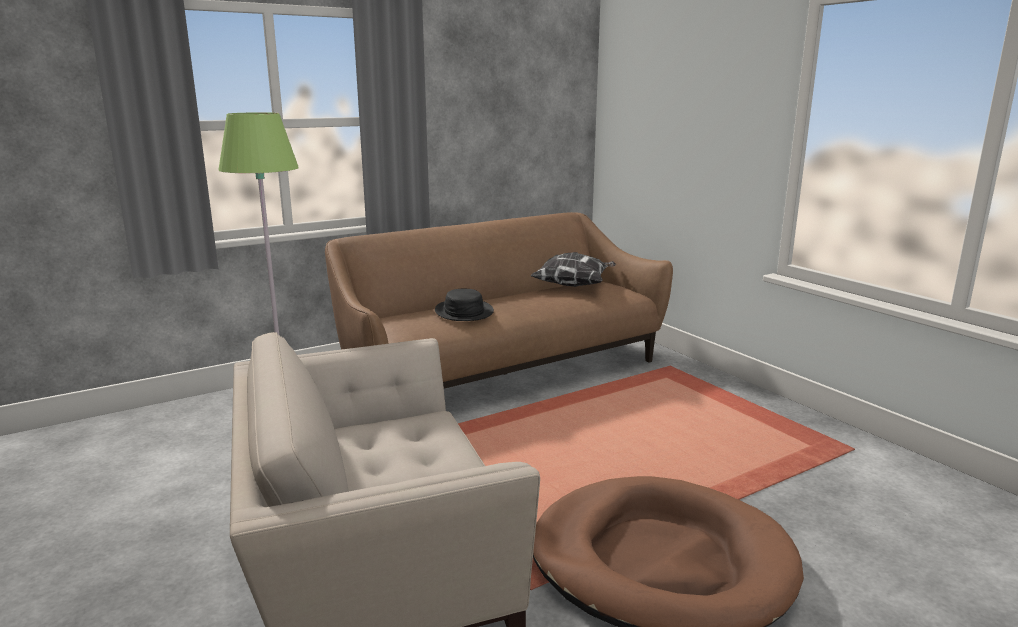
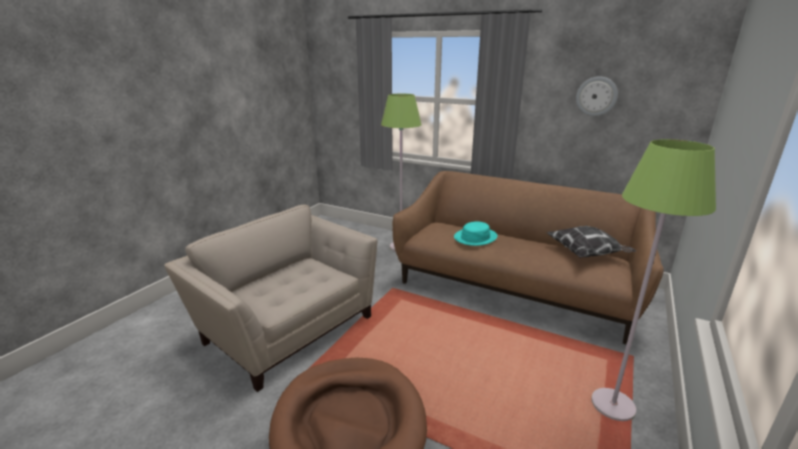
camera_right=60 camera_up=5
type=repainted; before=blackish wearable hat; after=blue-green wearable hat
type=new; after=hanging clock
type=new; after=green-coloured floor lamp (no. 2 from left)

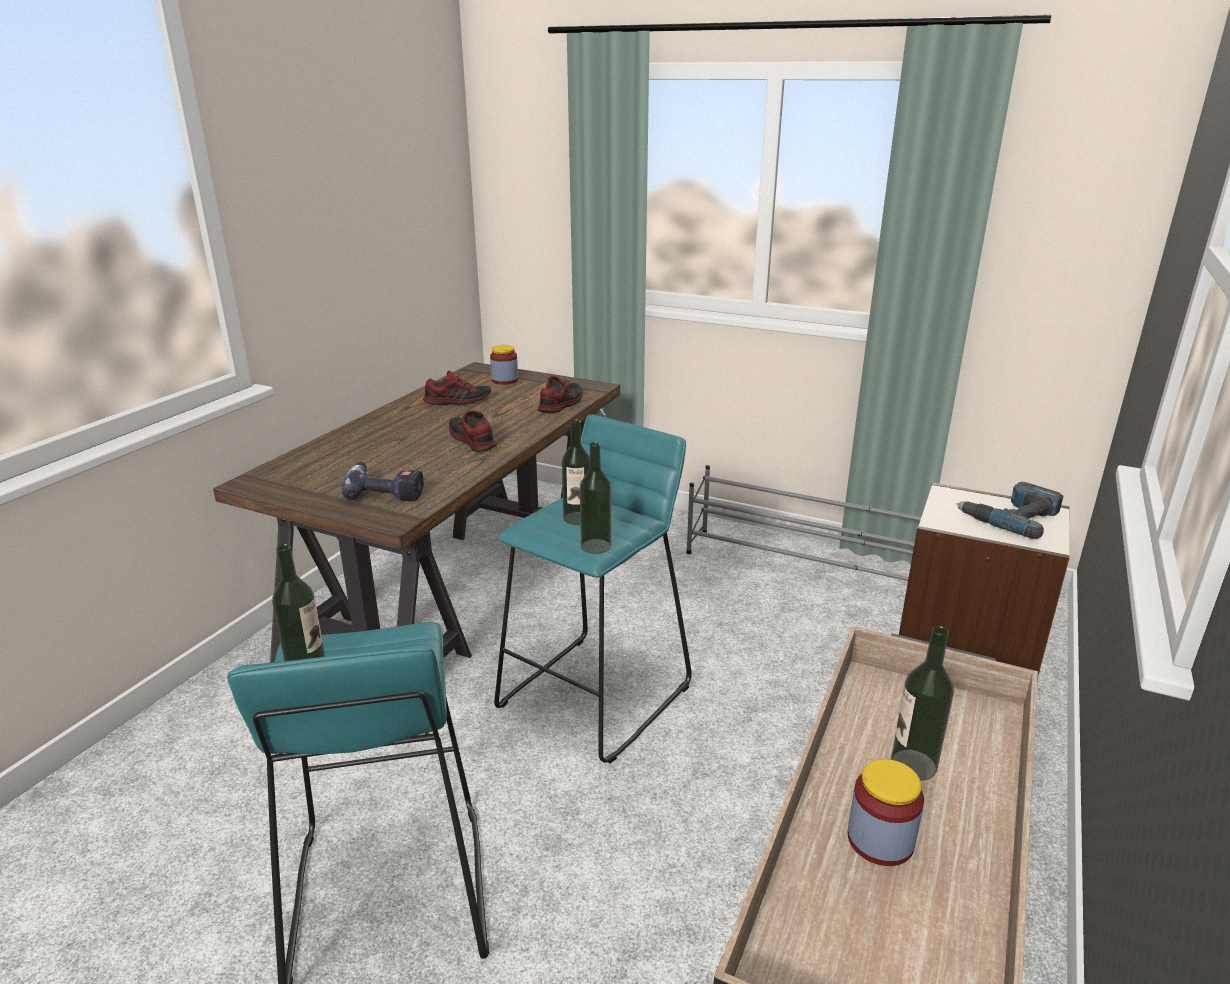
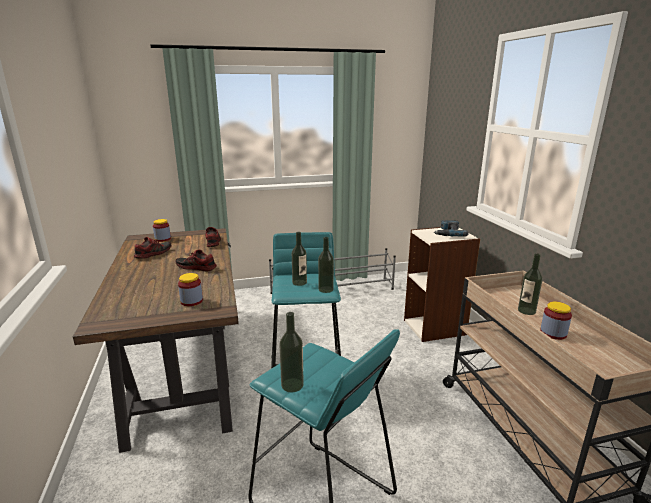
camera_right=-40 camera_up=-5
type=swapped; before=electric drill (no. 1 from left); after=storage jar (no. 2 from left)

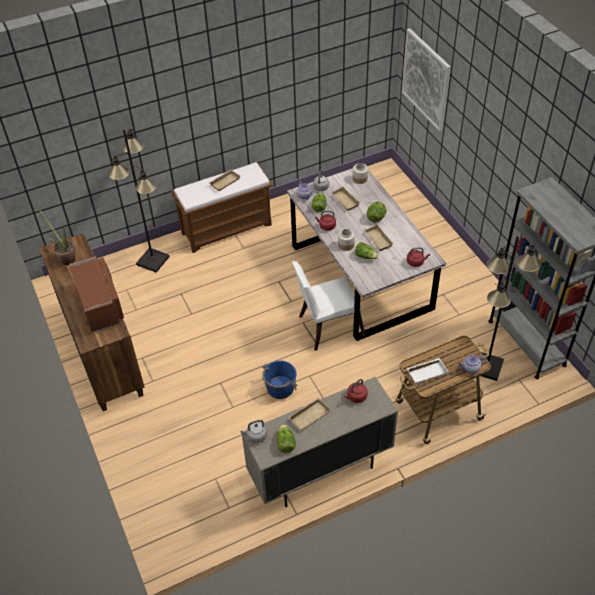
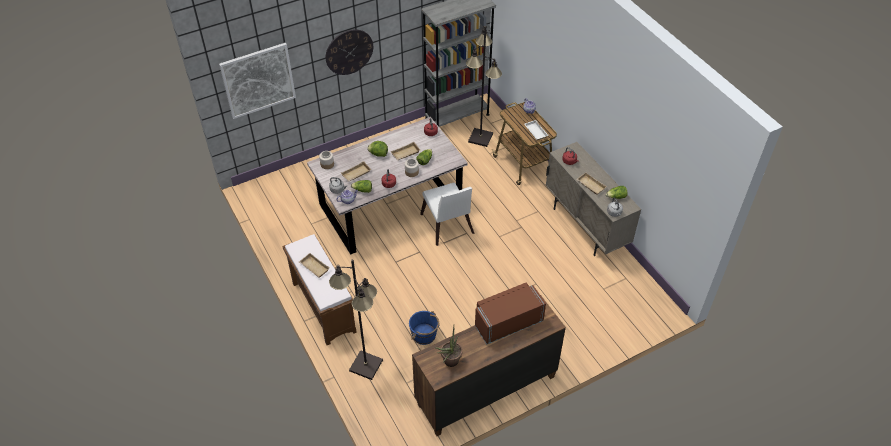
camera_right=-95 camera_up=0
type=shifted; before=blue-coloured bucket
type=new; after=hanging clock

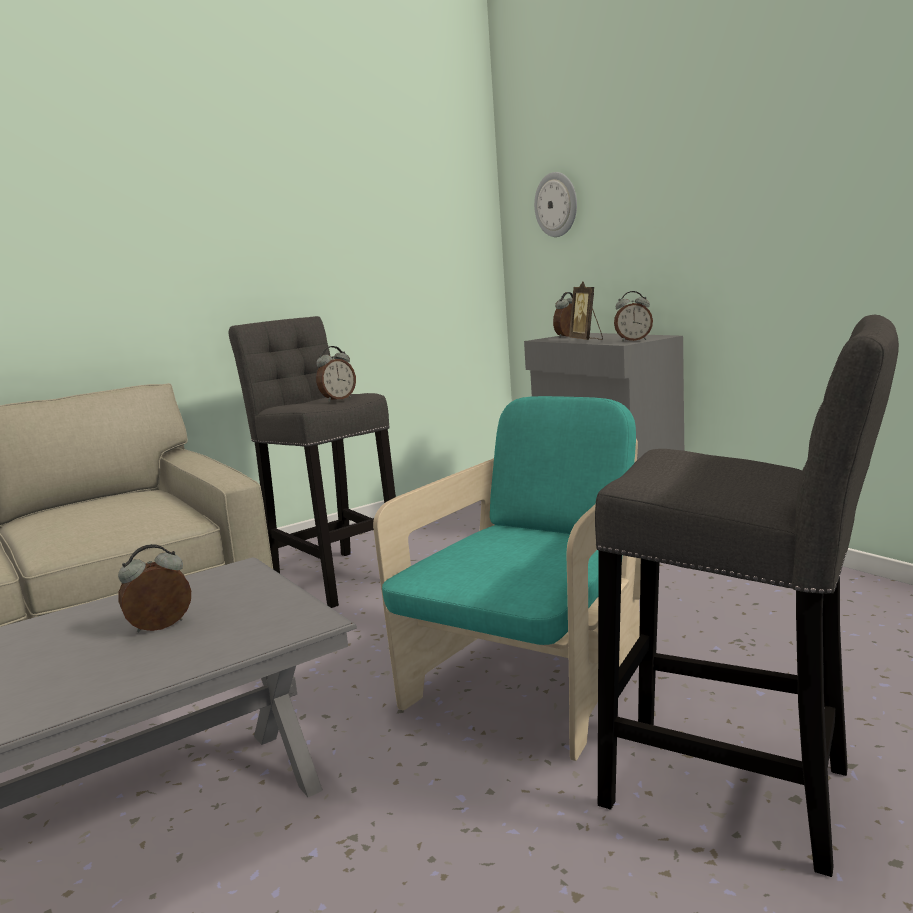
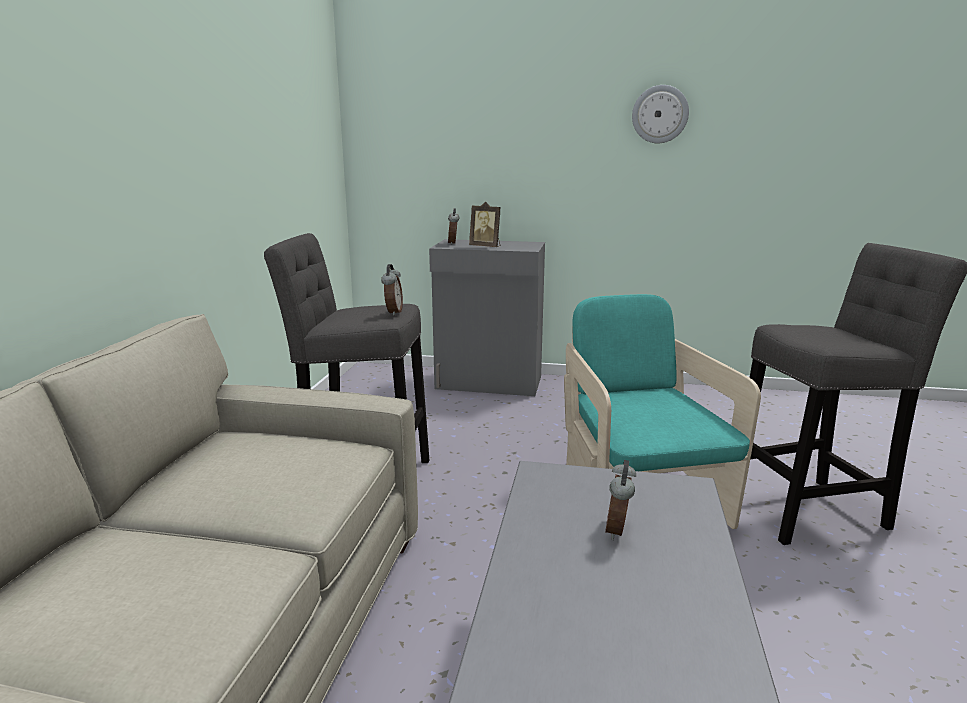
camera_right=-45 camera_up=5
type=shifted; before=hanging clock
type=gone; before=alarm clock (no. 4 from left)

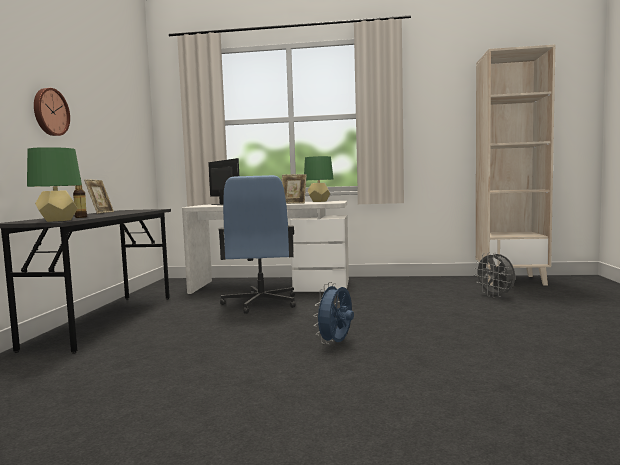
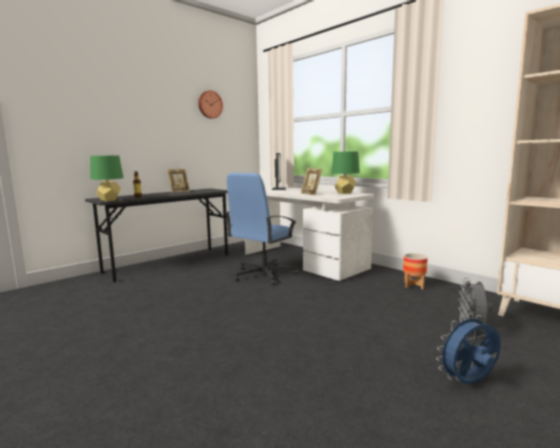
camera_right=40 camera_up=5
type=shifted; before=hanging clock
type=shifted; before=blue-coloured electric fan
type=new; after=plant pot

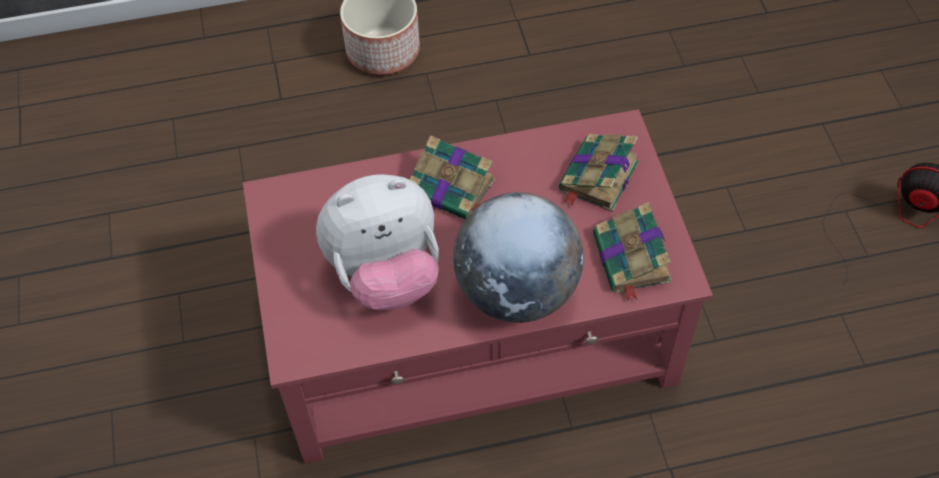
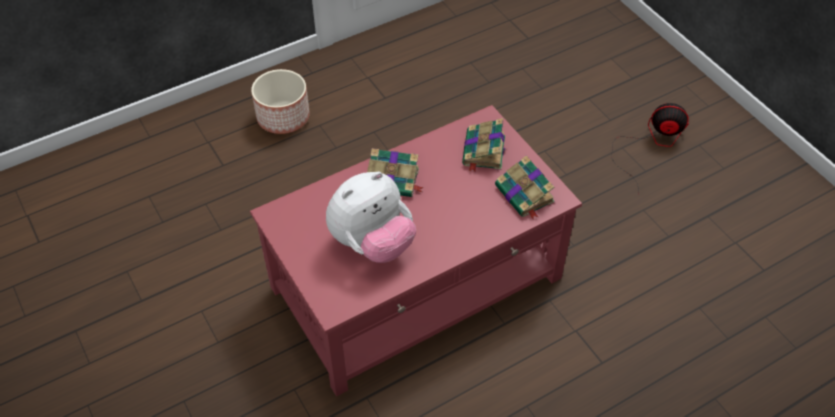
camera_right=-20 camera_up=-5
type=gone; before=globe

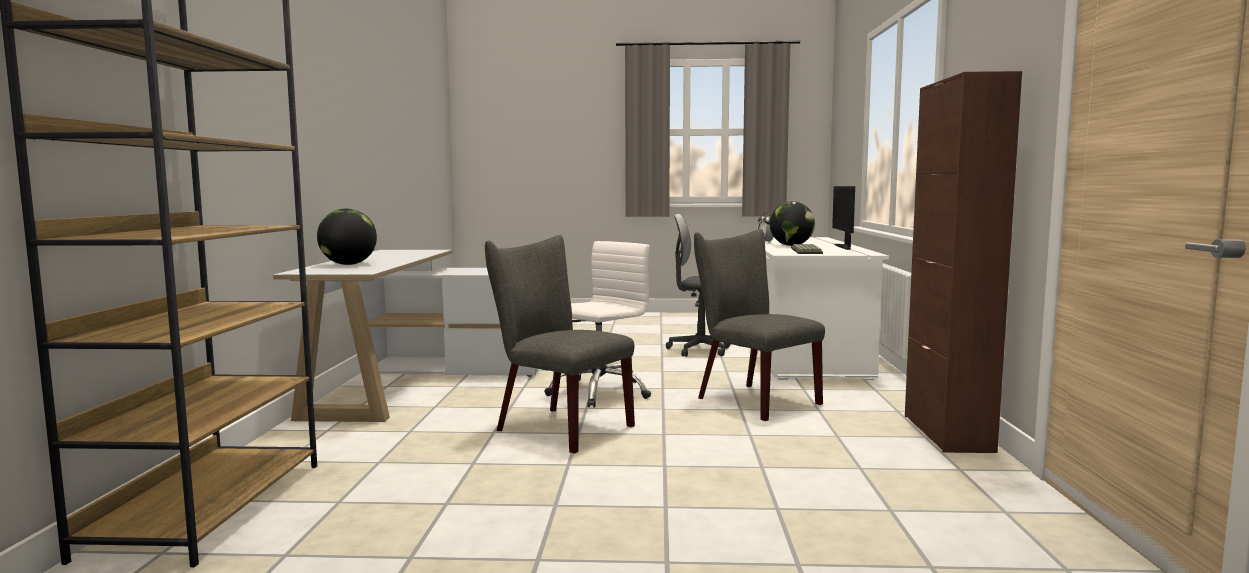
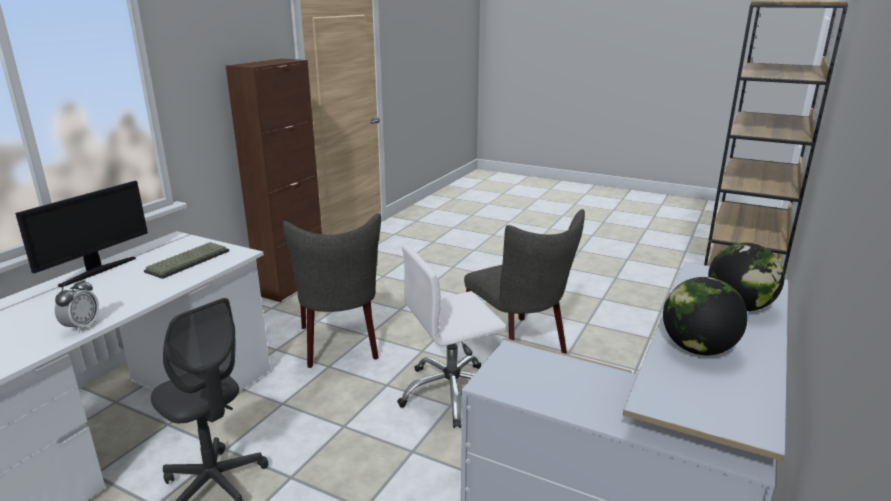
camera_right=-155 camera_up=15
type=shifted; before=globe (no. 2 from left in the first image); after=globe (no. 1 from left)

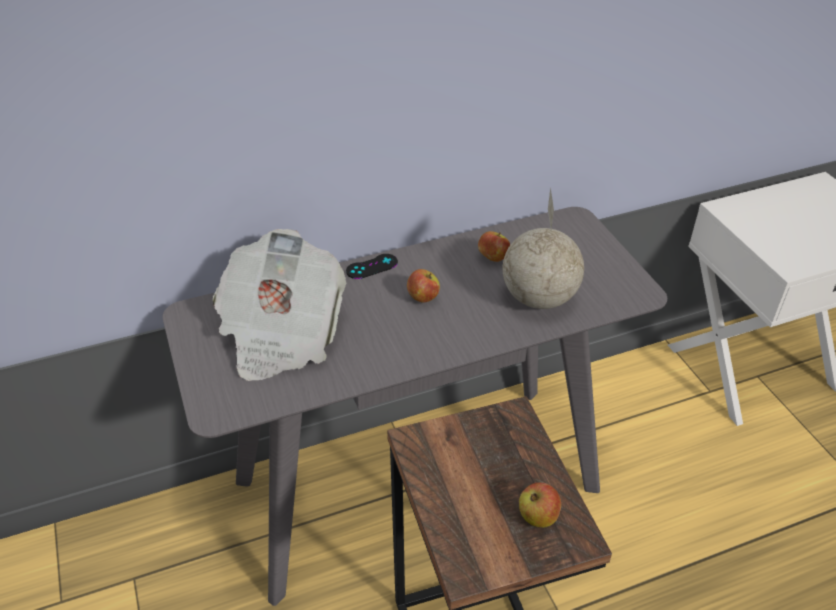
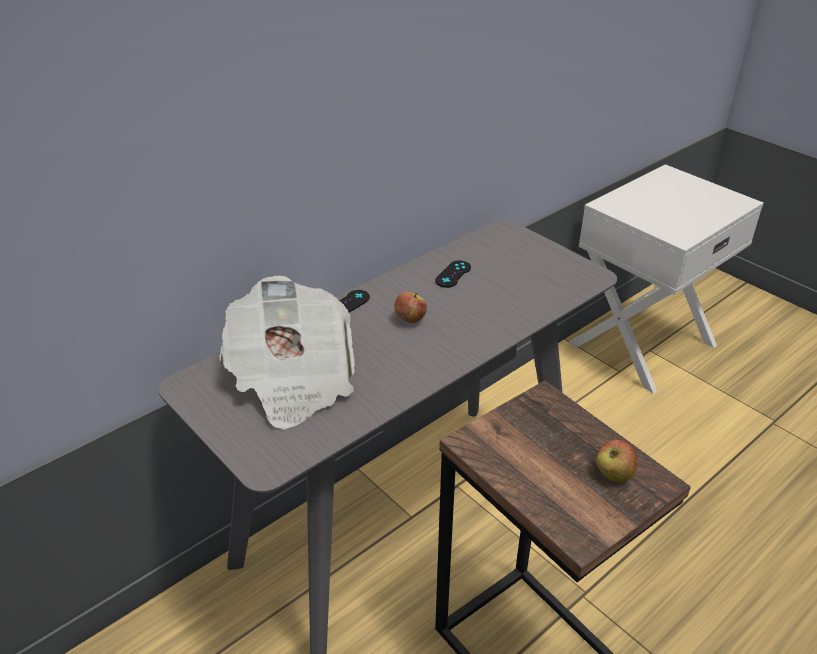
camera_right=-20 camera_up=-5
type=swapped; before=apple (no. 2 from left); after=blackish joypad (no. 2 from left)
type=gone; before=globe

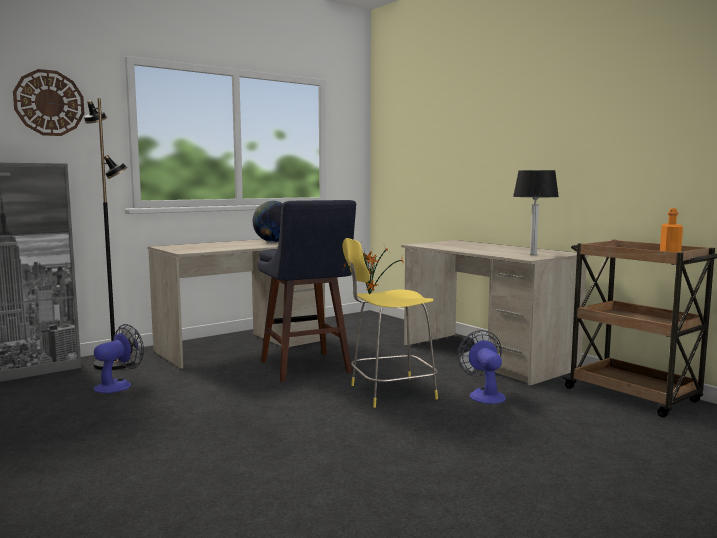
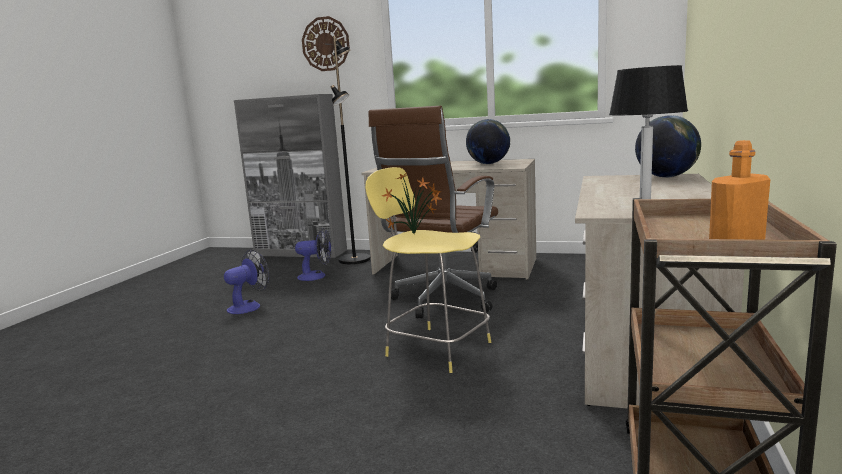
camera_right=55 camera_up=5
type=swapped; before=blue-coloured stool seat; after=brown computer chair
type=shifted; before=electric fan (no. 2 from left in the first image); after=electric fan (no. 1 from left)
type=new; after=globe (no. 2 from left)

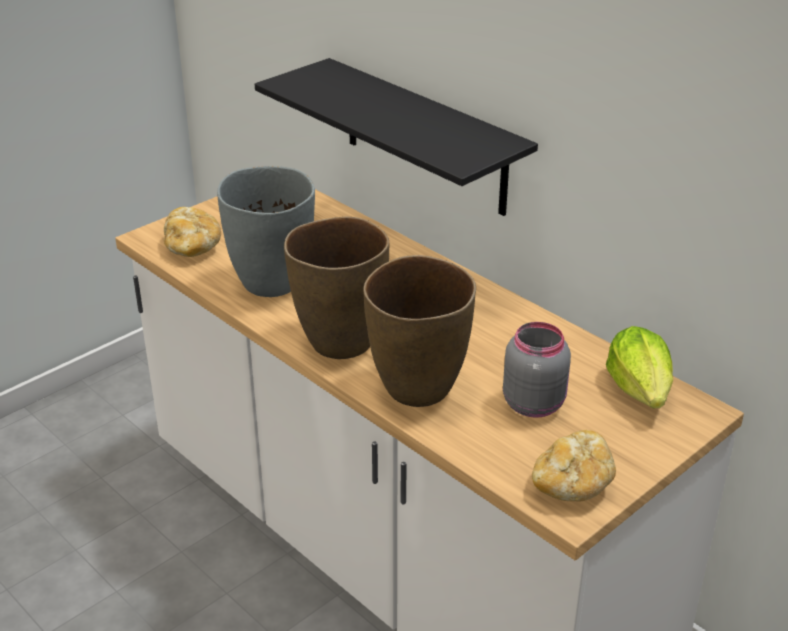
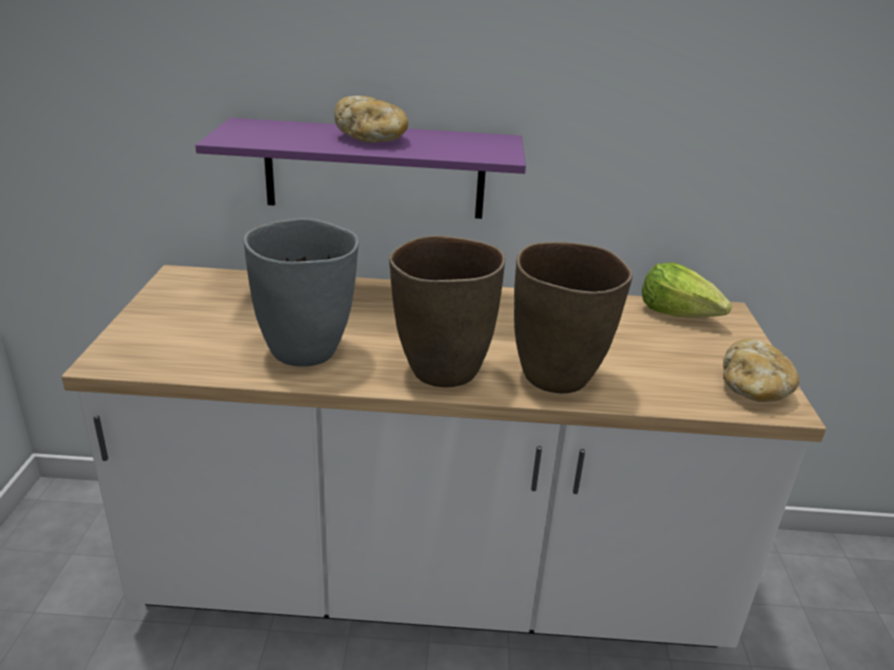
camera_right=-45 camera_up=-5
type=shifted; before=bread (no. 1 from left)
type=repainted; before=blackish bracket shelf; after=purplish bracket shelf
type=gone; before=gray storage jar

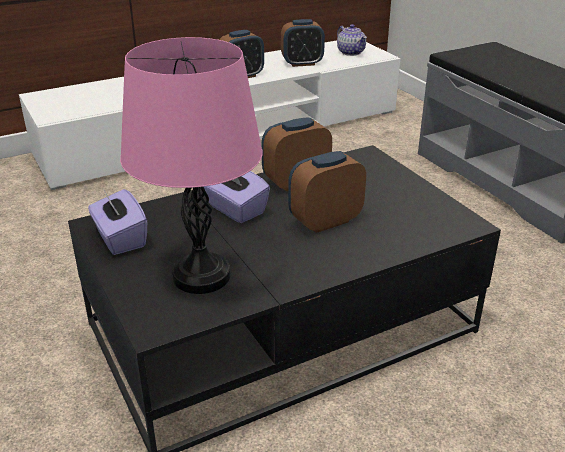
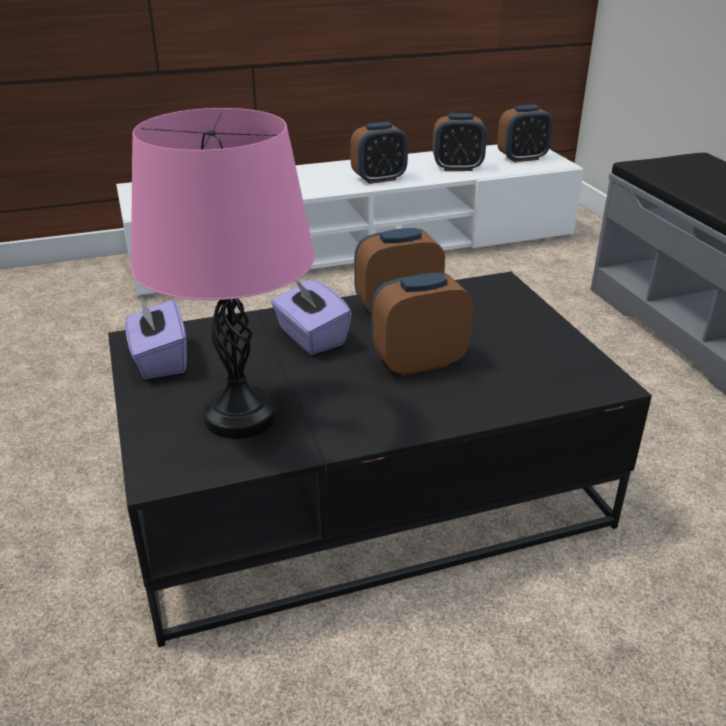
camera_right=10 camera_up=0
type=swapped; before=tea pot; after=alarm clock (no. 5 from left)

